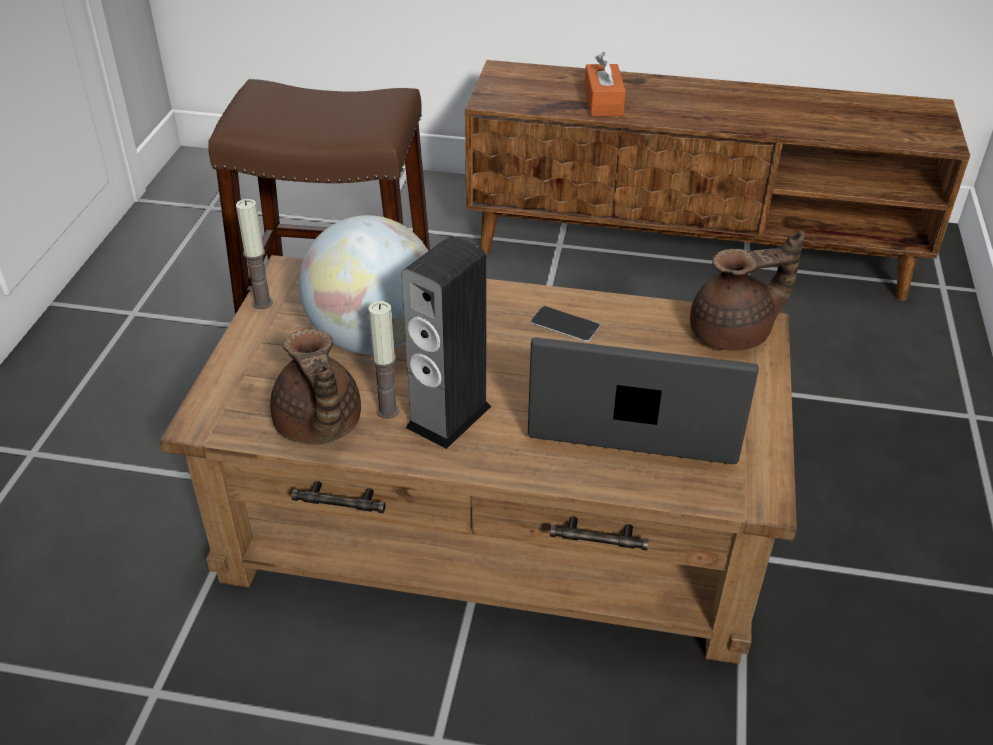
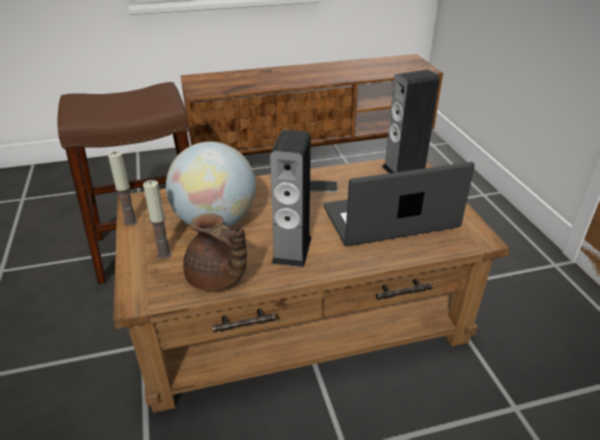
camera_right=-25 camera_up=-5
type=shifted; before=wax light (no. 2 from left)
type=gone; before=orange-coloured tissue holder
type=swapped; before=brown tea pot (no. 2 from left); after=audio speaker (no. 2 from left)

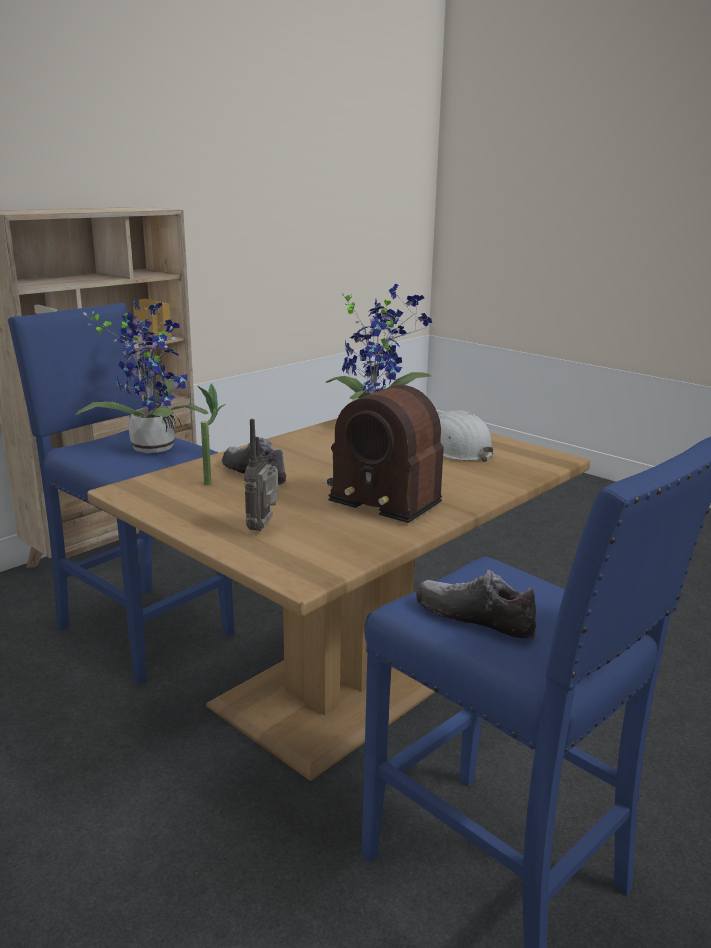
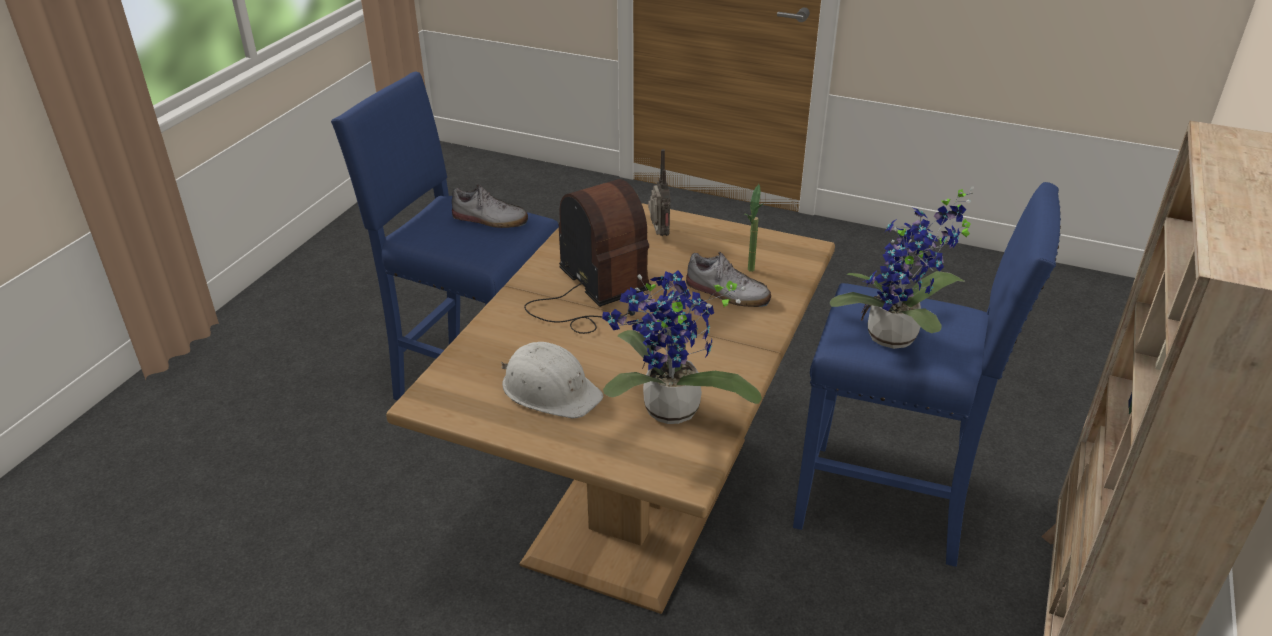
camera_right=160 camera_up=15
type=rotated; before=radio set (no. 2 from left in the first image); turn=45

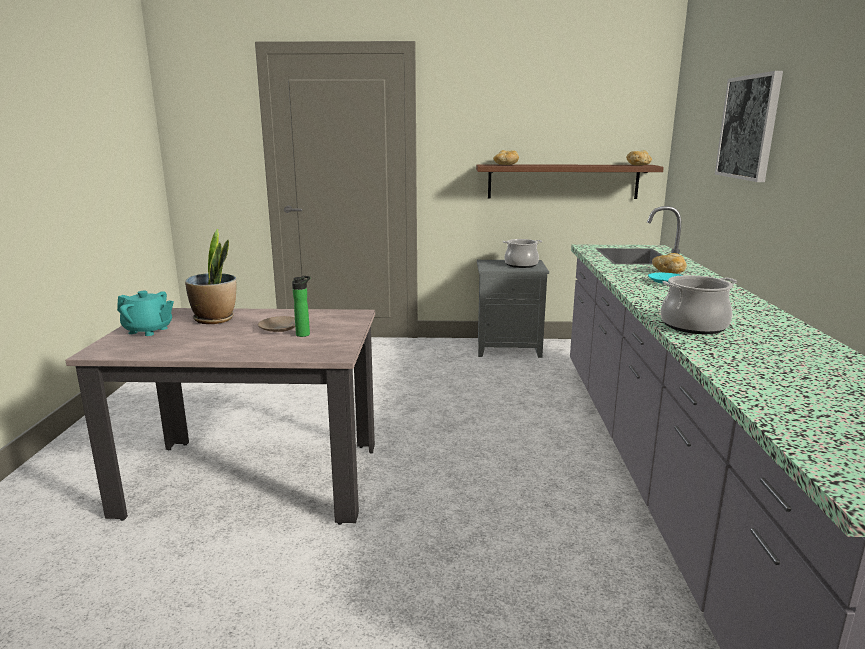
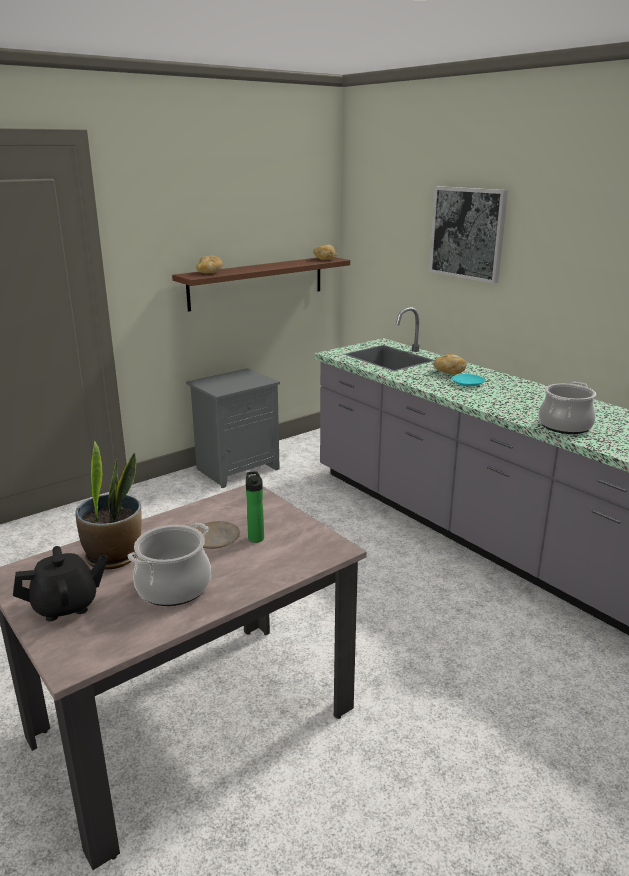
camera_right=-40 camera_up=5
type=repainted; before=blue-green tea pot; after=blackish tea pot
type=shifted; before=saucepot (no. 1 from left)

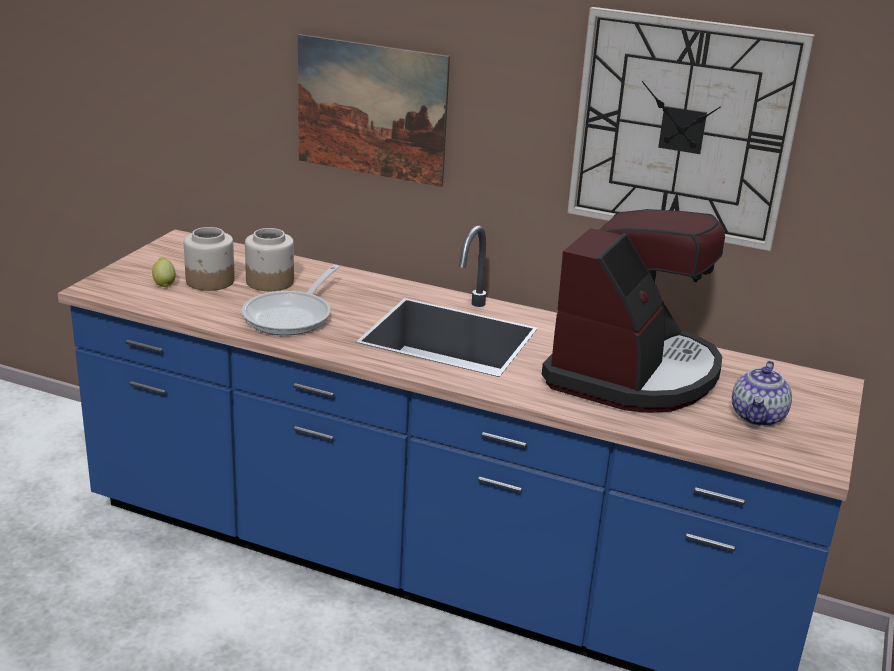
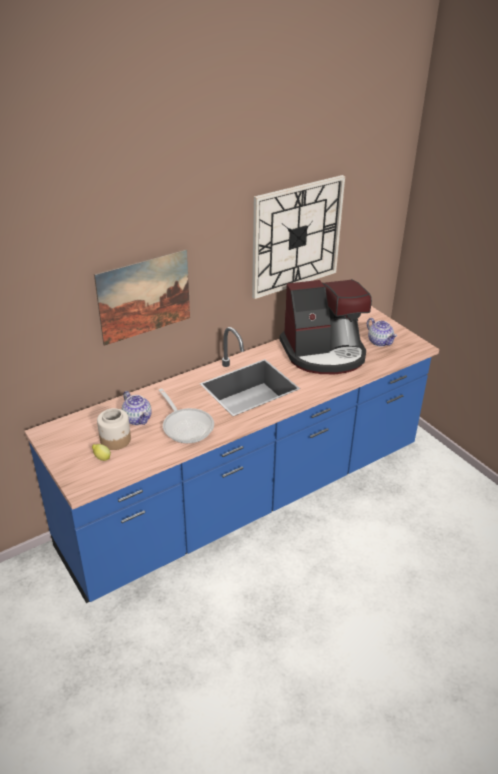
camera_right=-55 camera_up=10
type=swapped; before=storage jar (no. 2 from left); after=tea pot (no. 1 from left)
type=rotated; before=coffee machine; turn=105

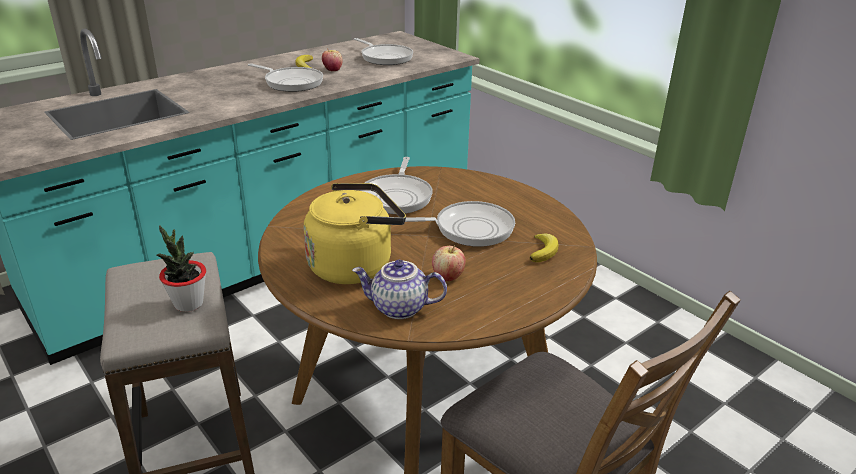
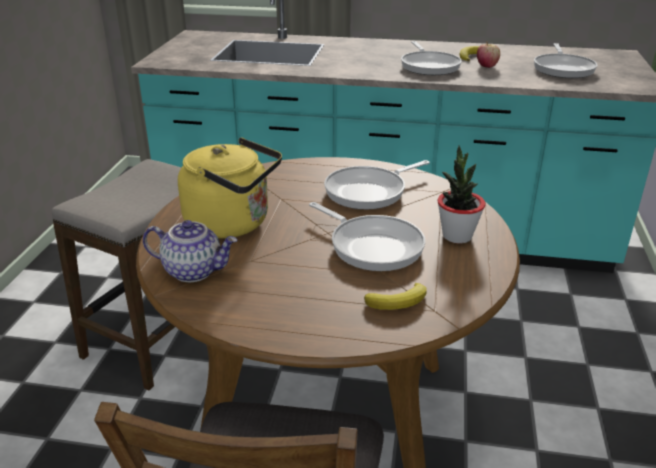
camera_right=50 camera_up=0
type=shifted; before=potted plant
type=rotated; before=tea pot; turn=135
type=gone; before=apple (no. 2 from left)

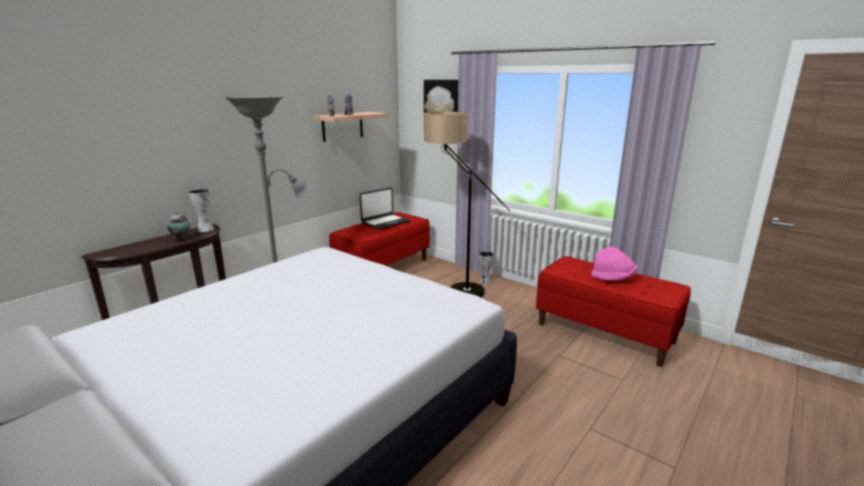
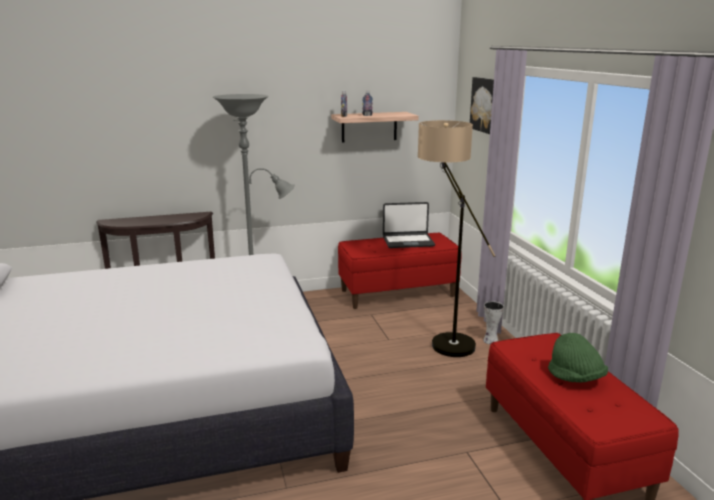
camera_right=35 camera_up=0
type=gone; before=tea pot
type=gone; before=flower vase (no. 1 from left)
type=repainted; before=pinkish wearable hat; after=green-coloured wearable hat

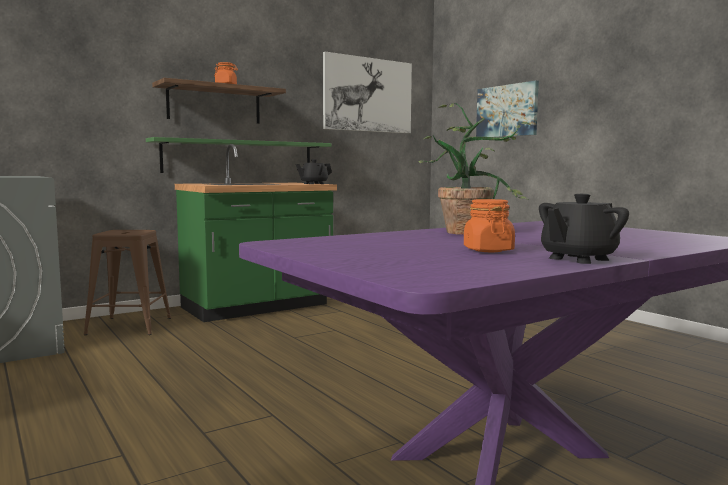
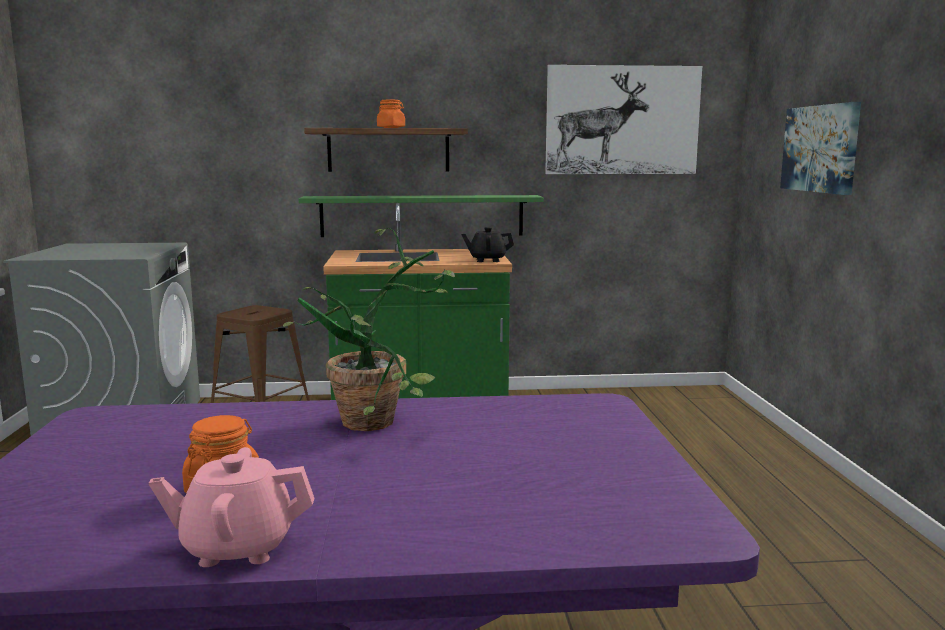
camera_right=30 camera_up=5
type=repainted; before=blackish tea pot (no. 2 from left); after=pinkish tea pot

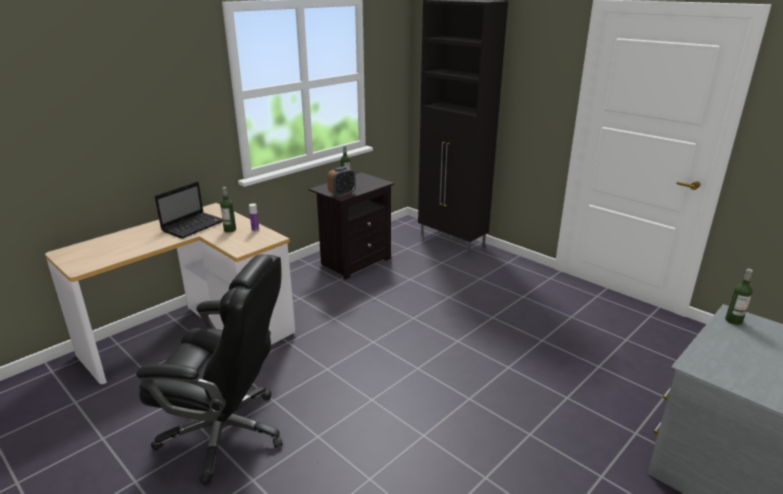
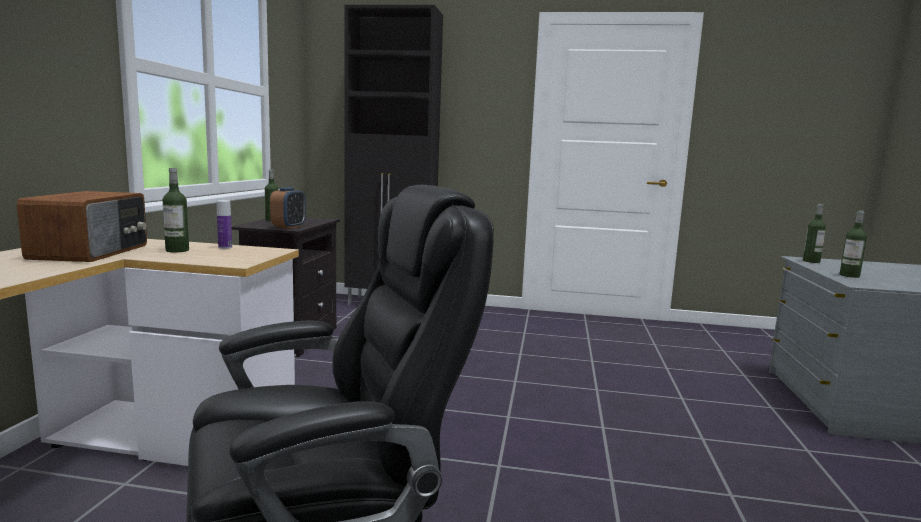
camera_right=-35 camera_up=-15
type=swapped; before=notebook computer; after=radio set
type=new; after=drink bottle (no. 5 from left)

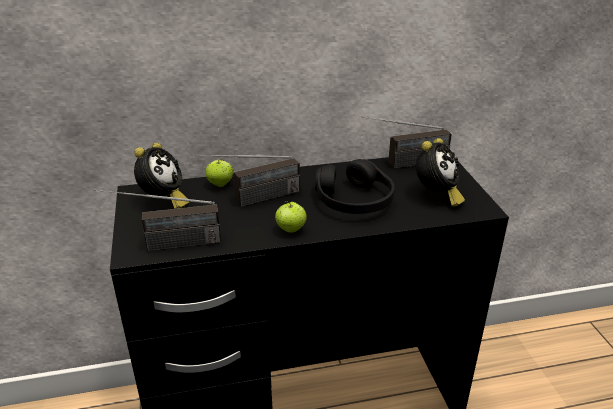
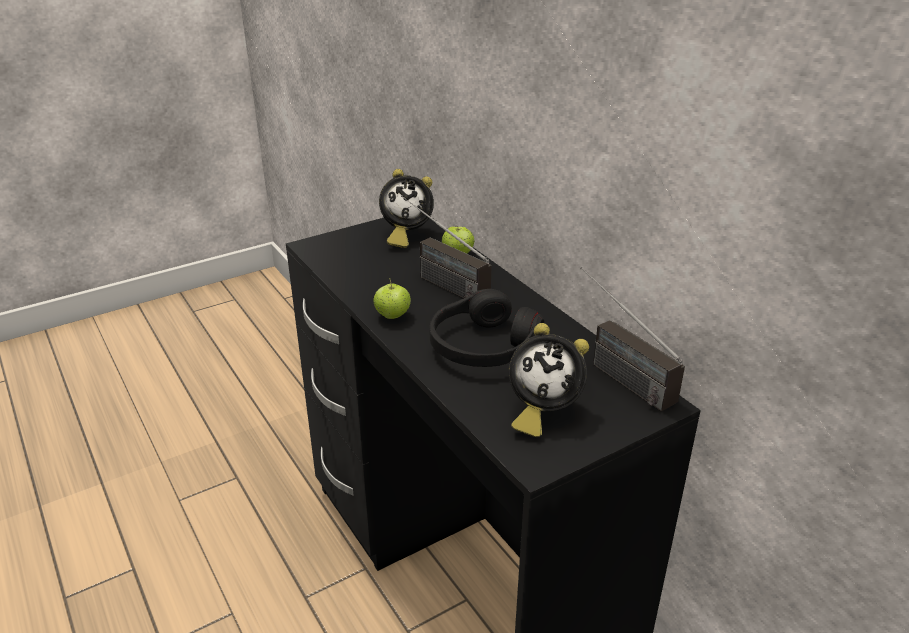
camera_right=70 camera_up=0
type=gone; before=radio set (no. 1 from left)

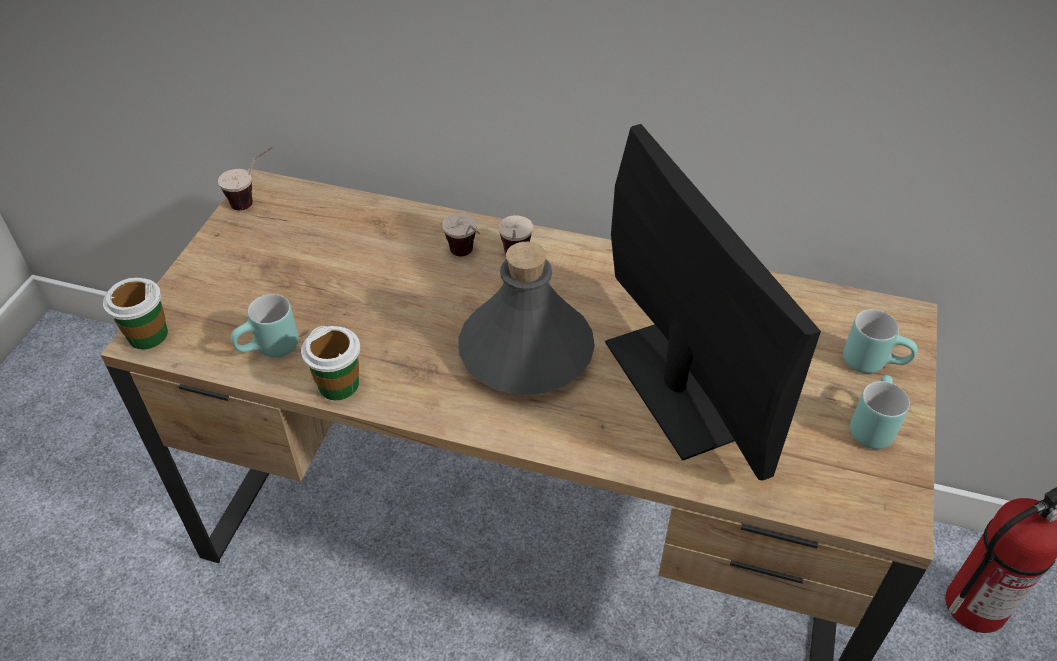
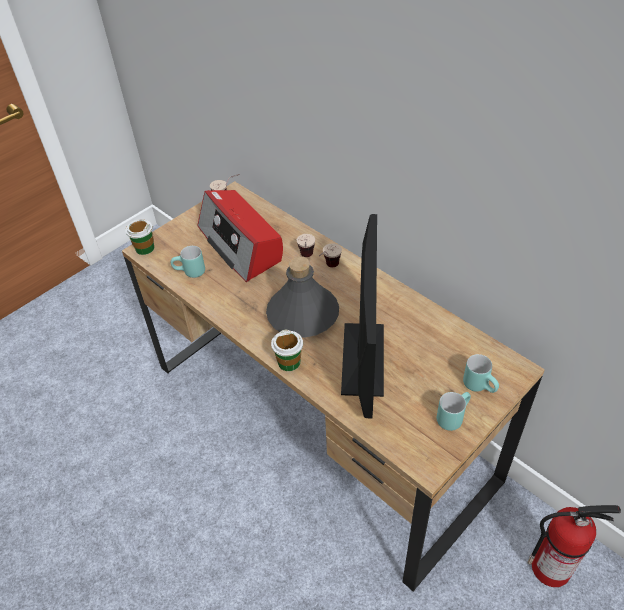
camera_right=30 camera_up=0
type=shifted; before=drinking cup (no. 3 from left)
type=new; after=radio set

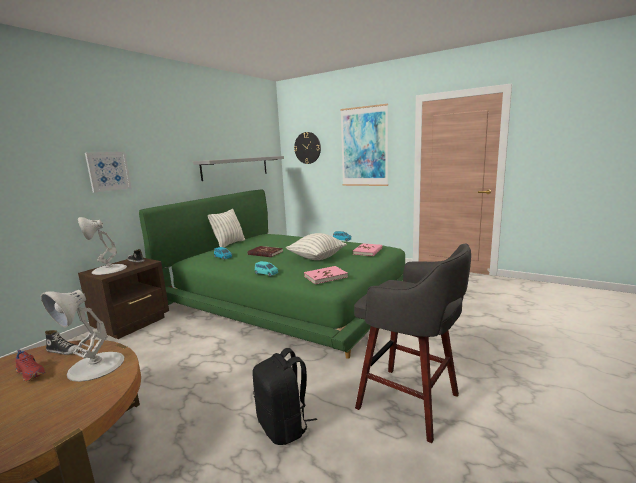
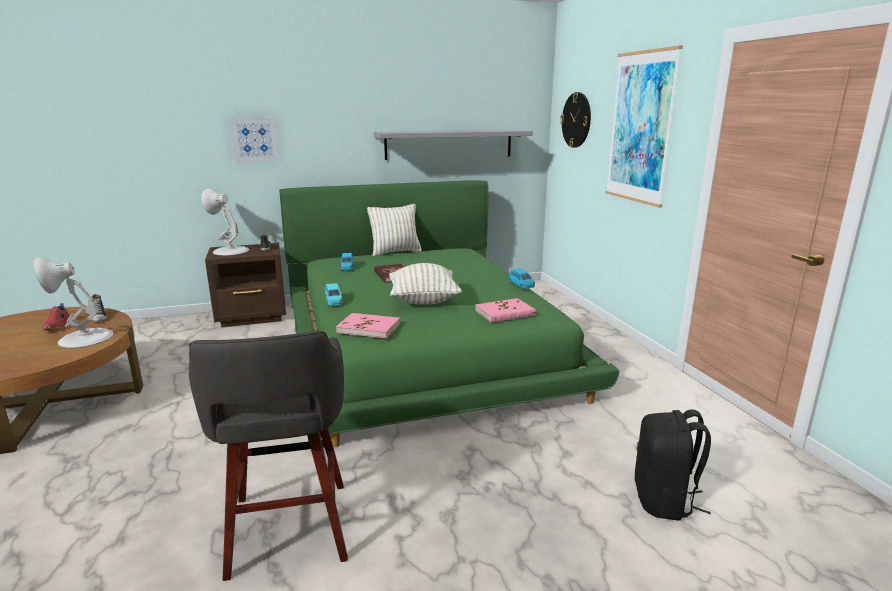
camera_right=40 camera_up=5
type=shifted; before=blackish knapsack

